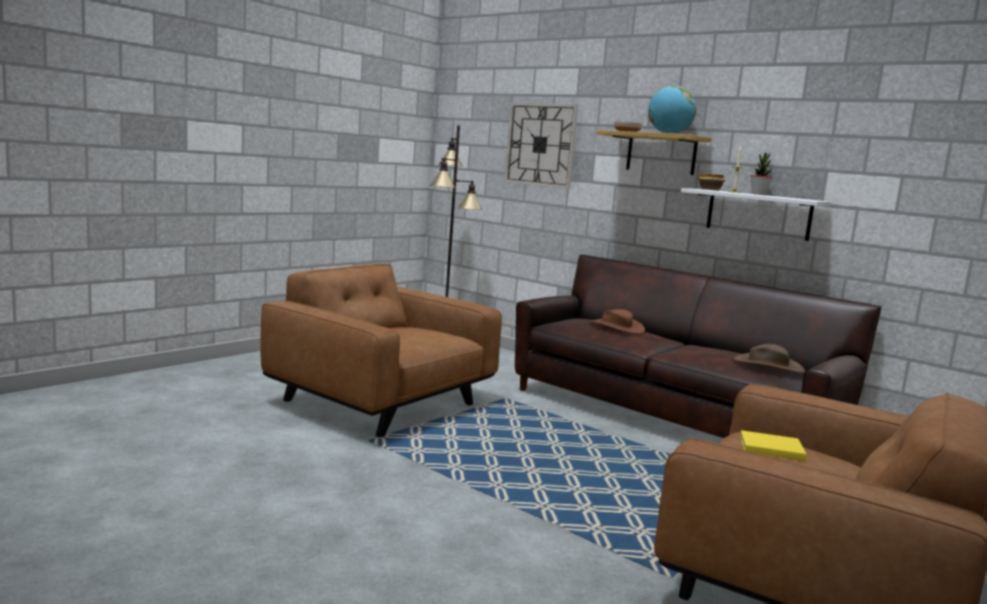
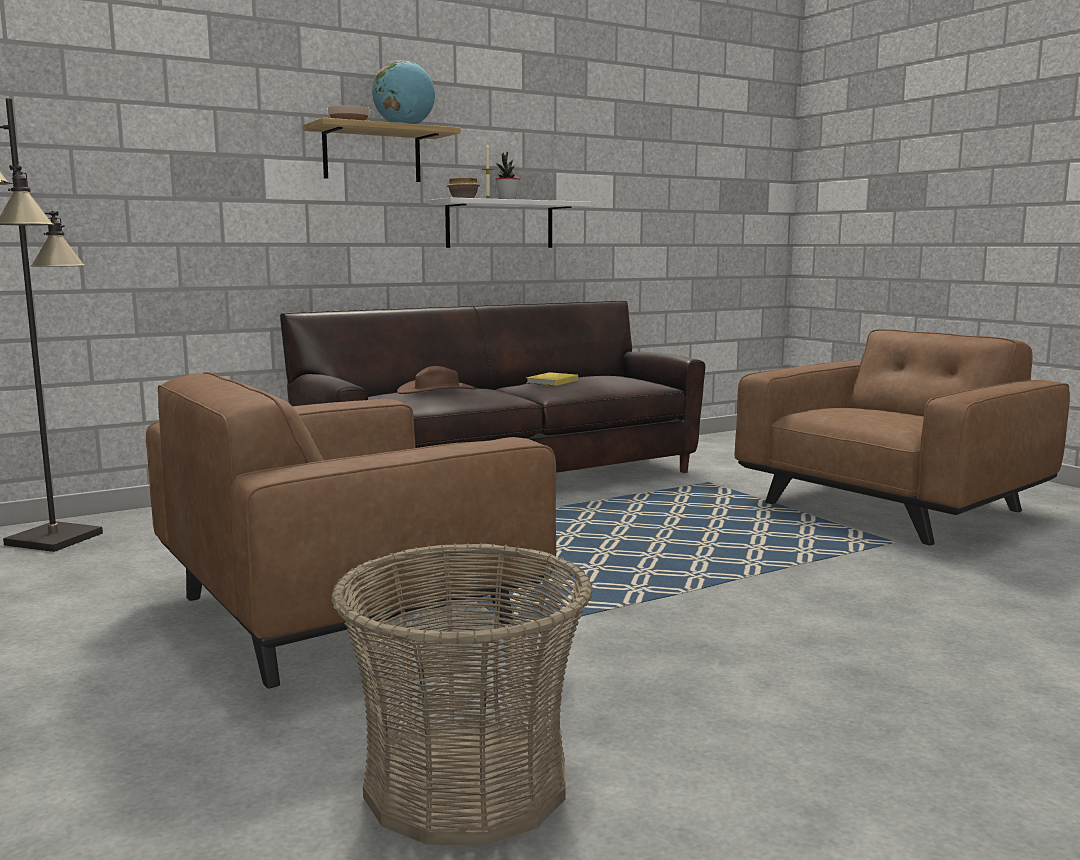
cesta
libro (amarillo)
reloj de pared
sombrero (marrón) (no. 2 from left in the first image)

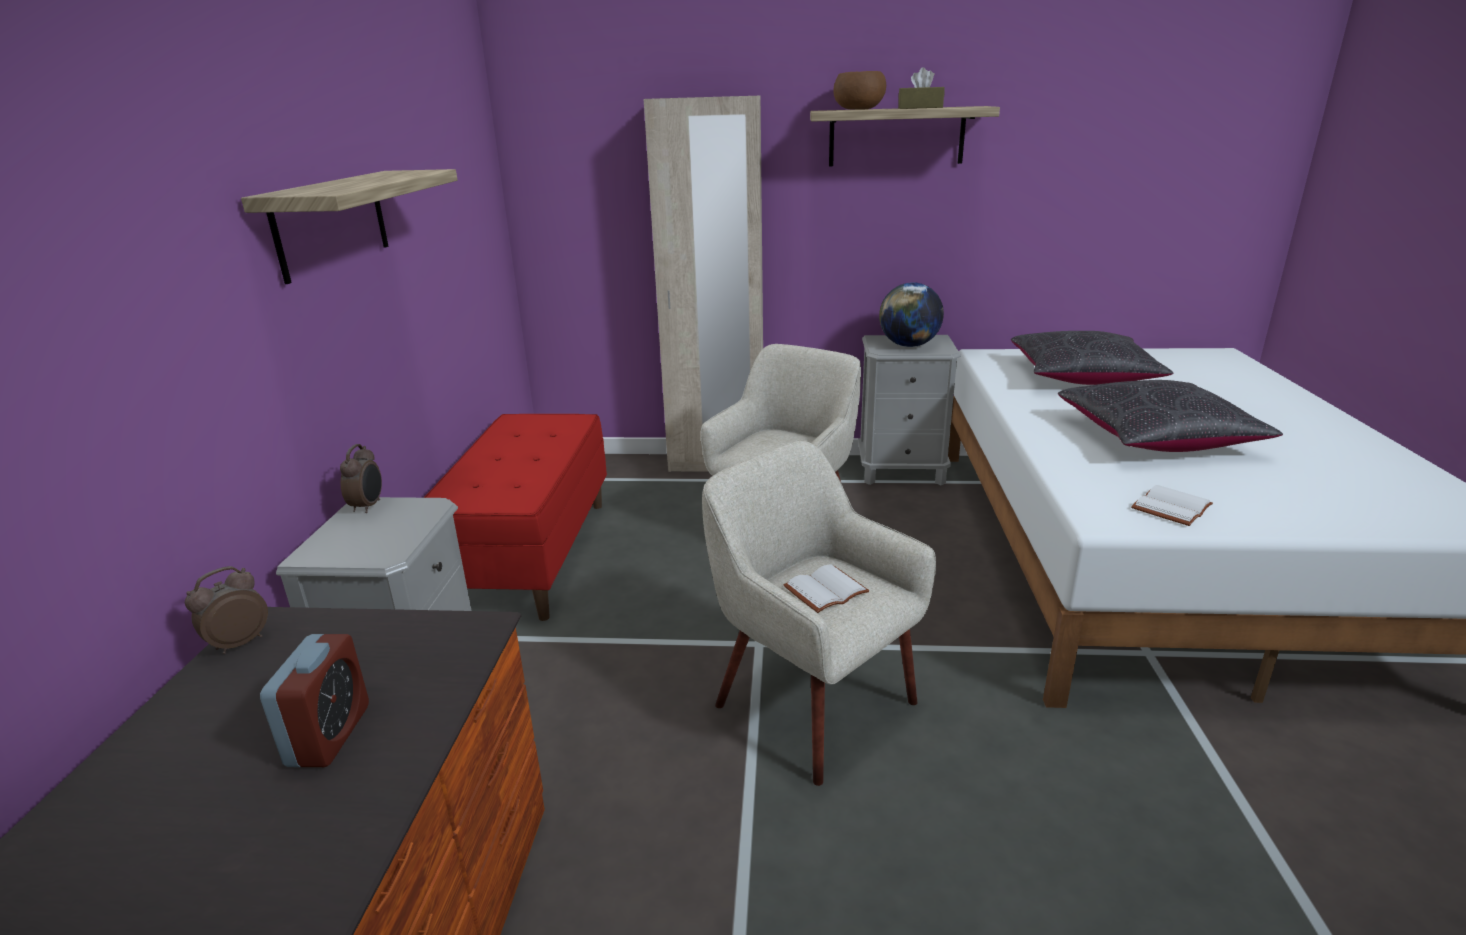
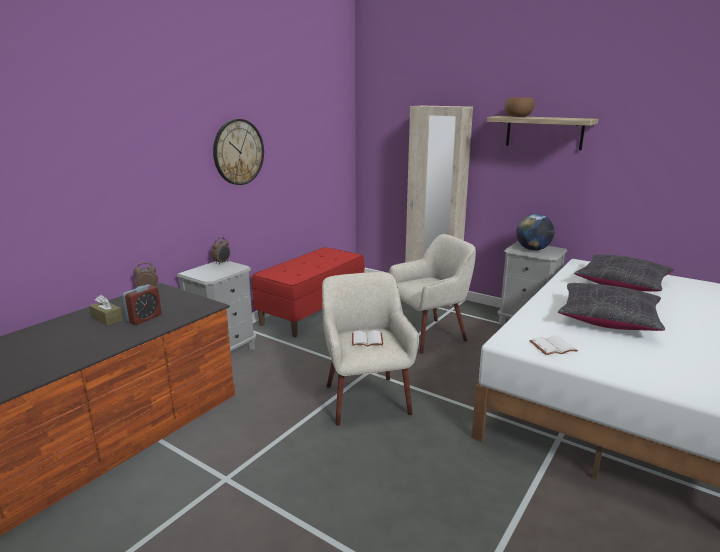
caja de pañuelos (marrón)
reloj de pared

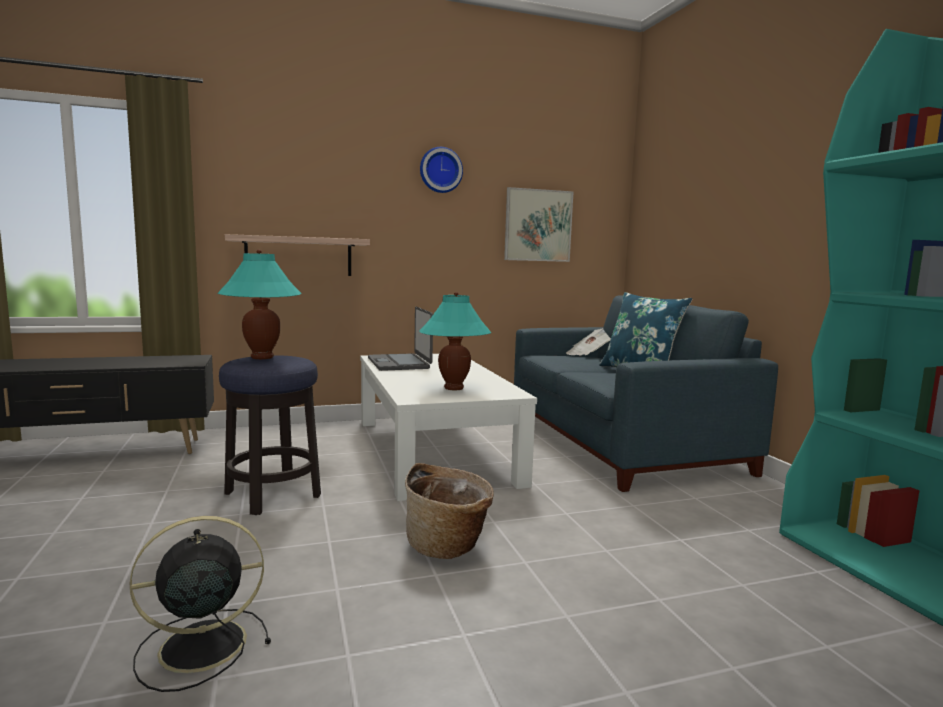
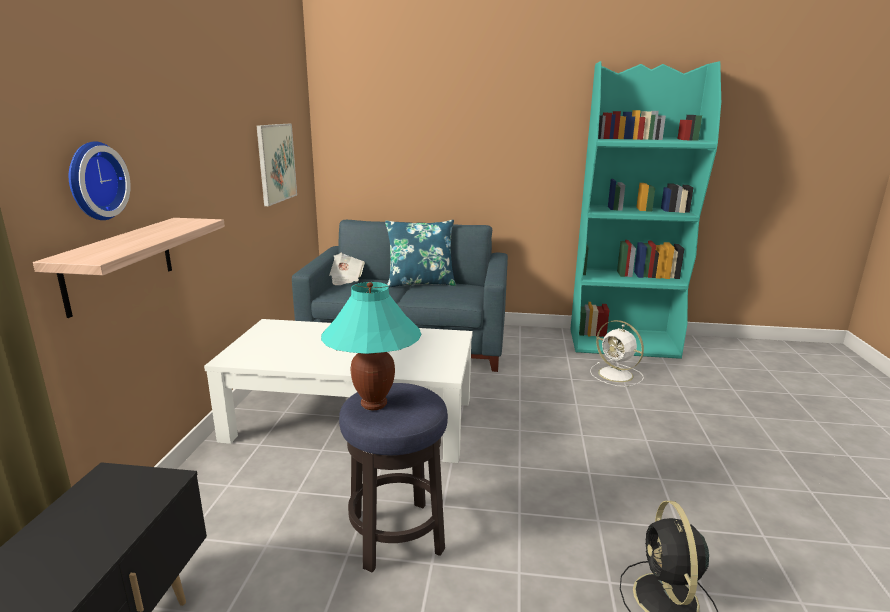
reloj de pared
ventilador (blanco)
portátil
cesta
lámpara de mesa (turquesa) (no. 2 from left in the first image)

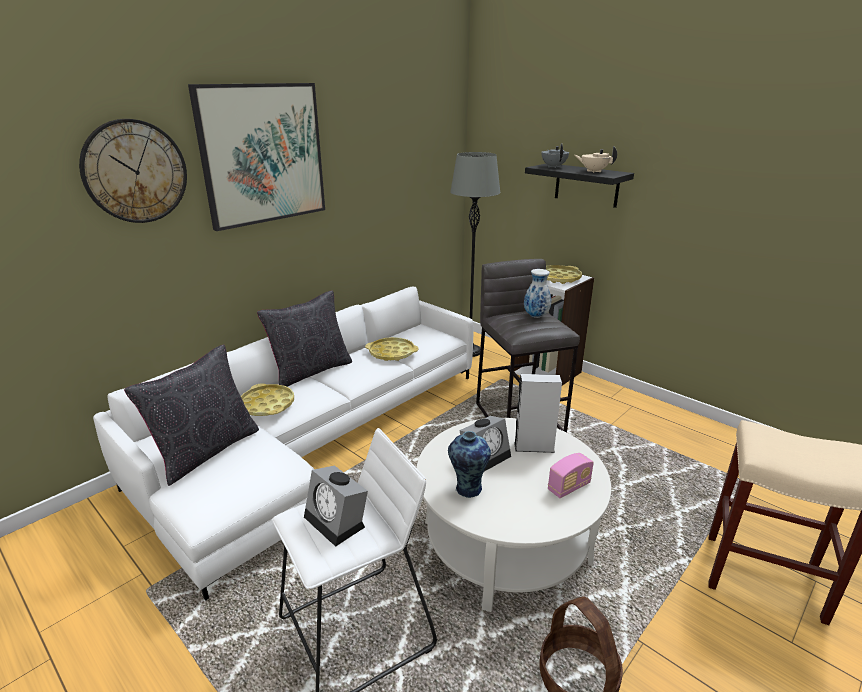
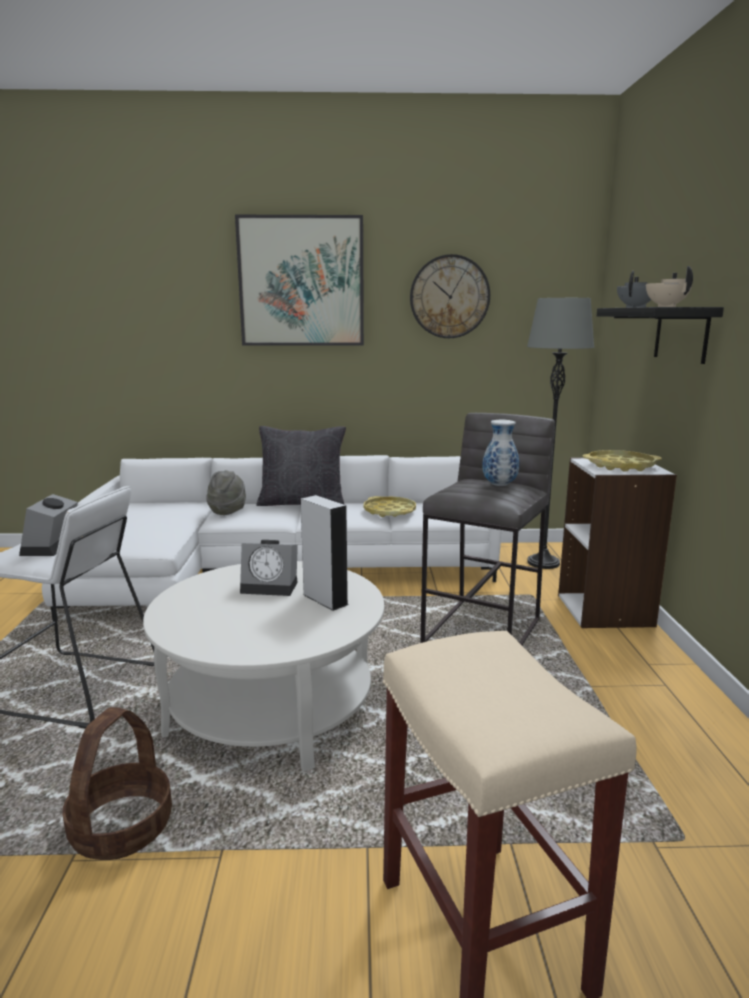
sombrero (gris)
reloj de pared
cojín (negro) (no. 1 from left in the first image)
florero (no. 1 from left in the first image)
radio

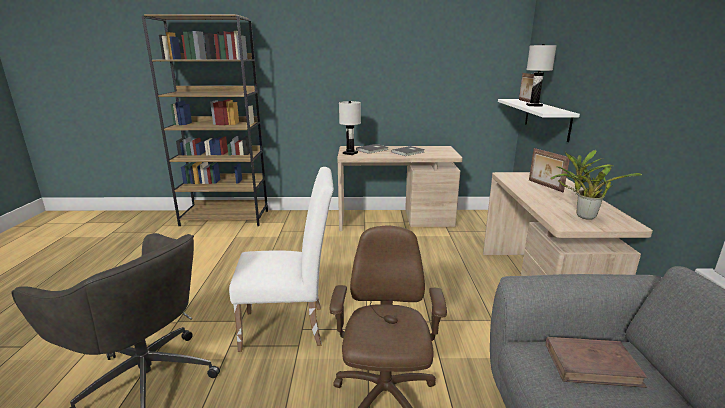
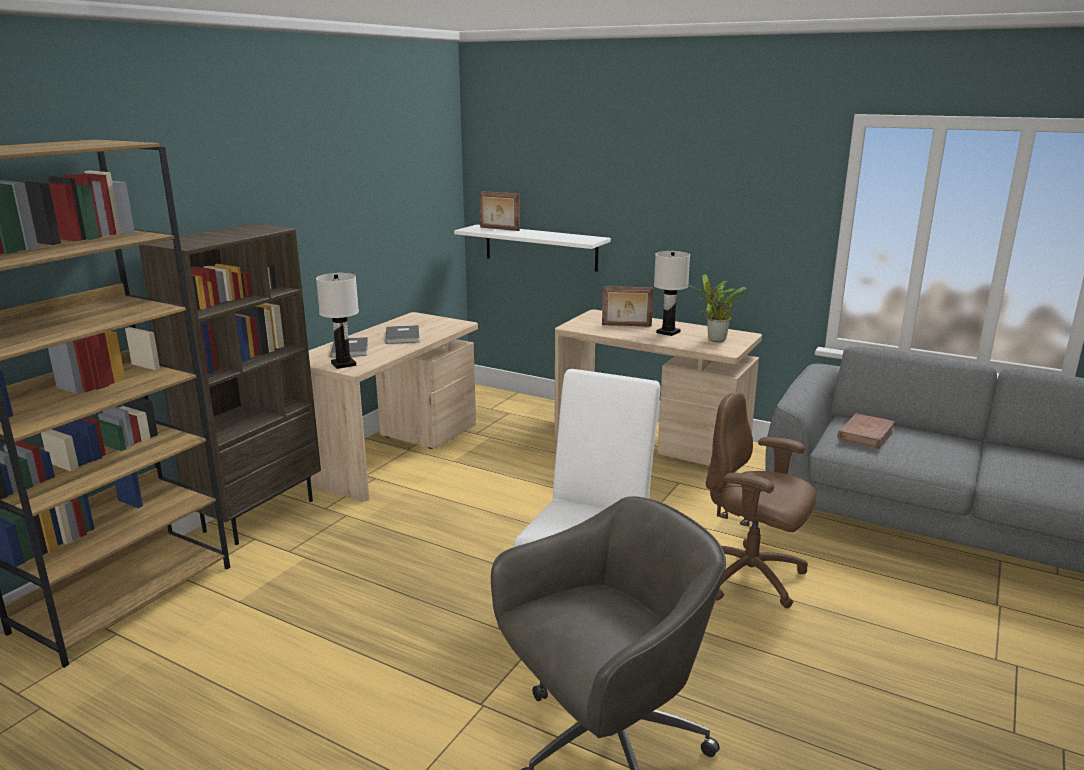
estantería (marrón) (no. 2 from left)
lámpara de mesa (blanco) (no. 2 from left)

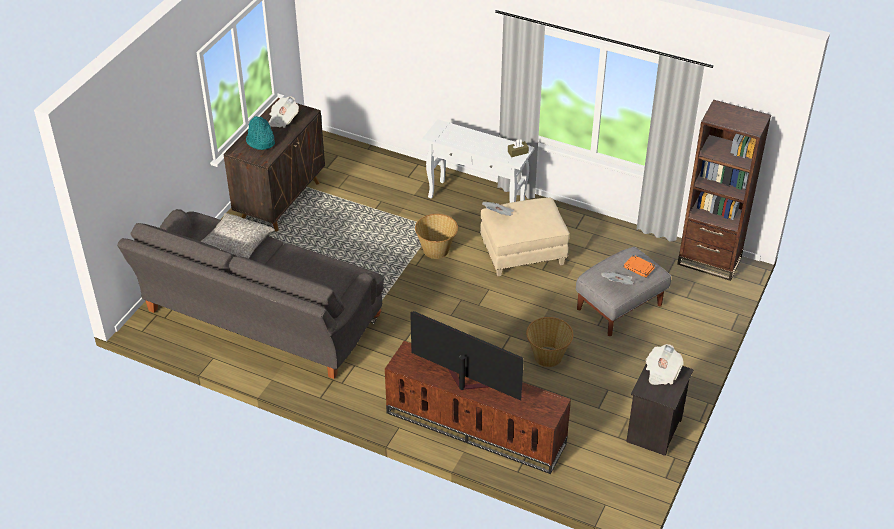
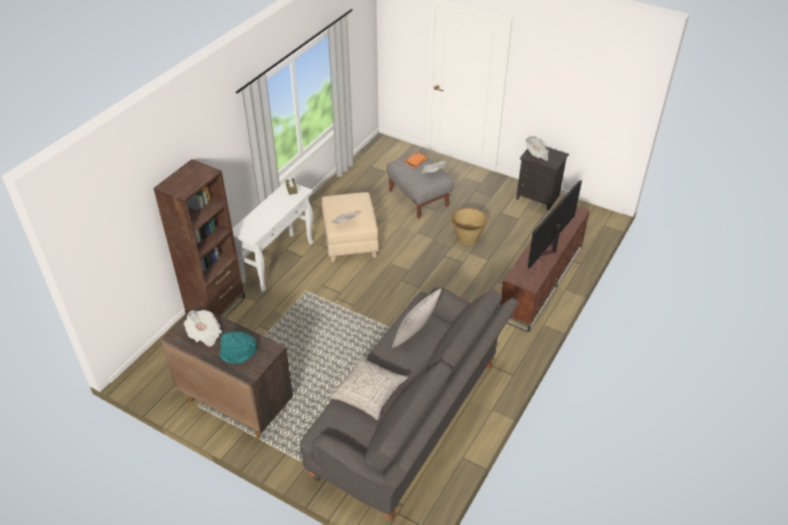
estantería (marrón)
cojín (gris) (no. 2 from left)
cesta (no. 1 from left in the first image)

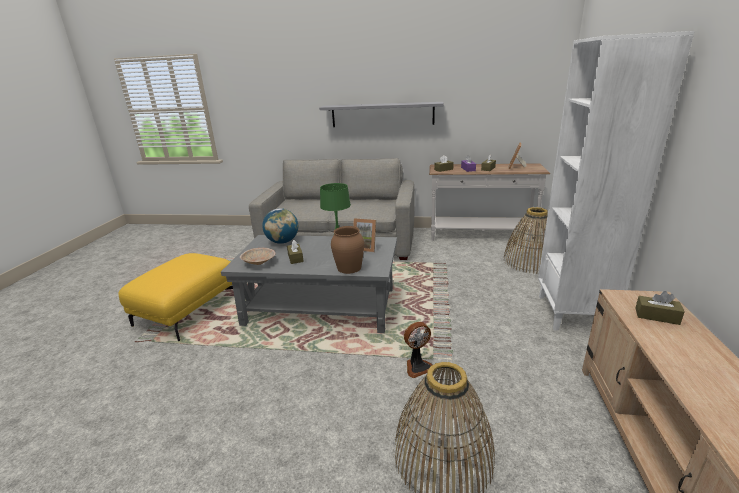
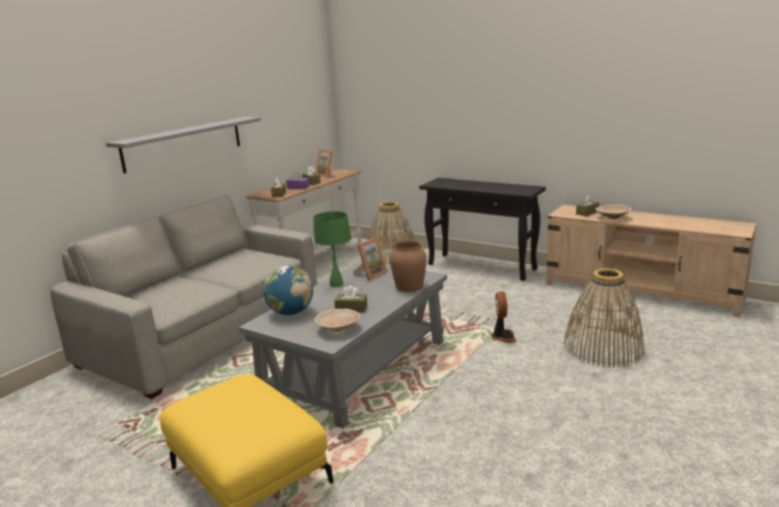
mesa consola (negro)
cuenco (beis) (no. 2 from left)

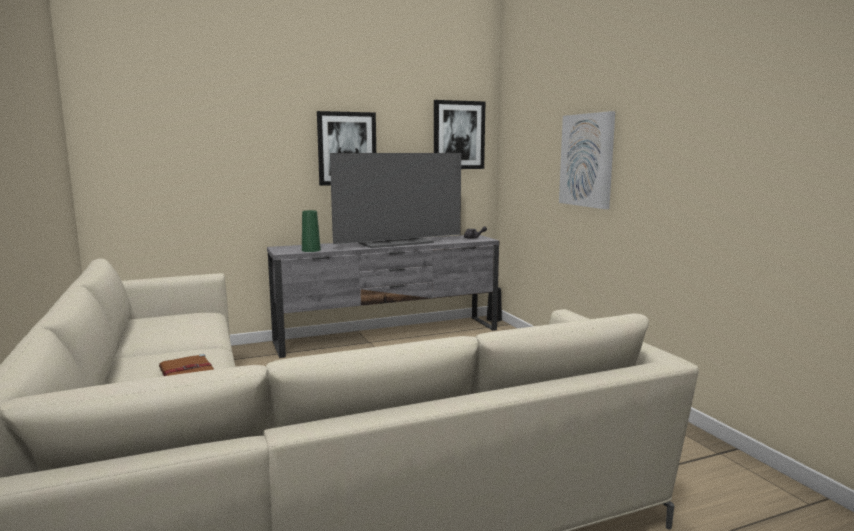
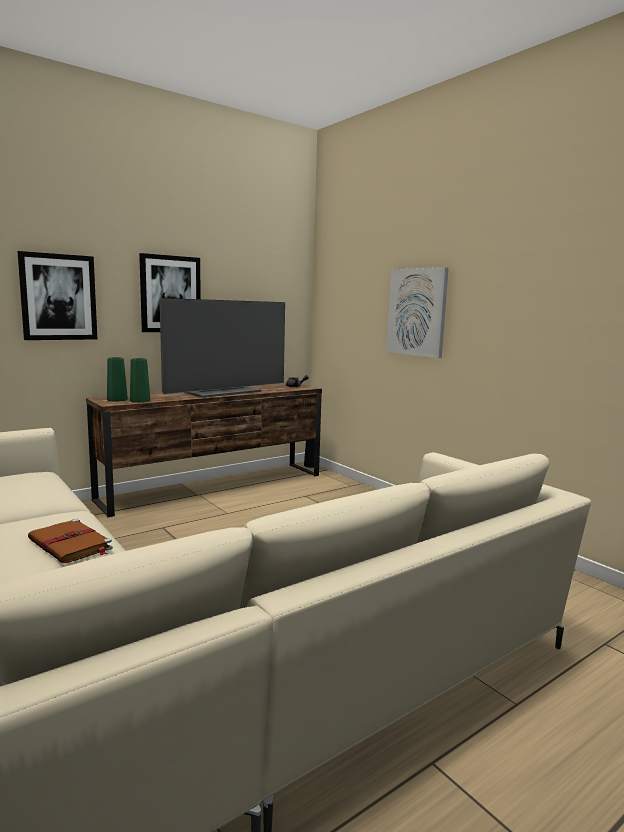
cuadro (no. 1 from left)
mueble de televisión (marrón)
florero (verde) (no. 1 from left)

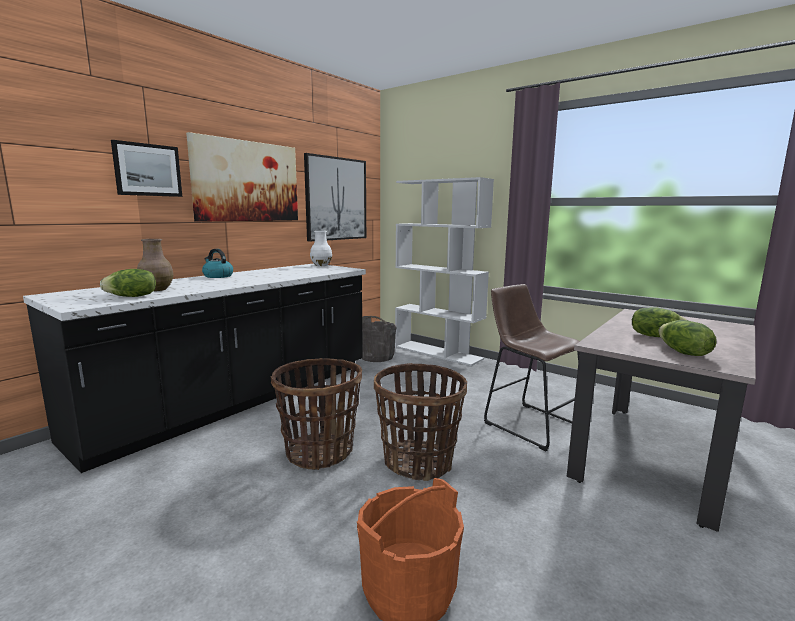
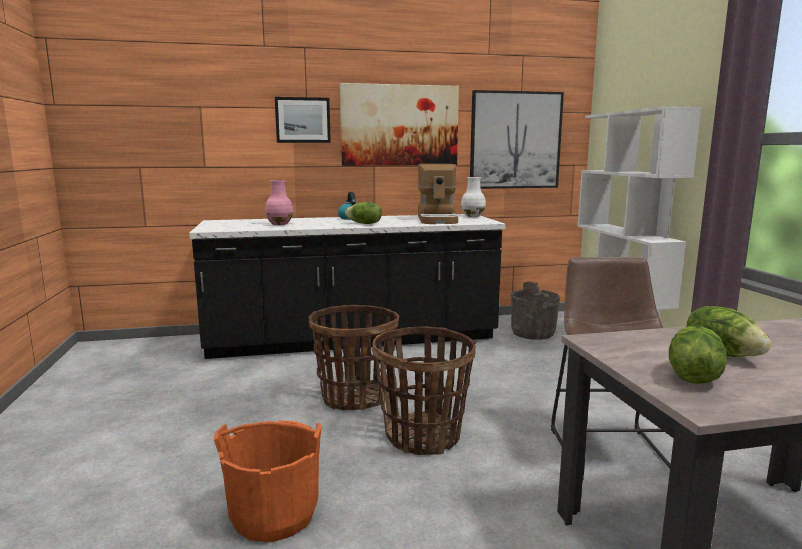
florero (rosa)
lechuga (no. 1 from left)
cafetera

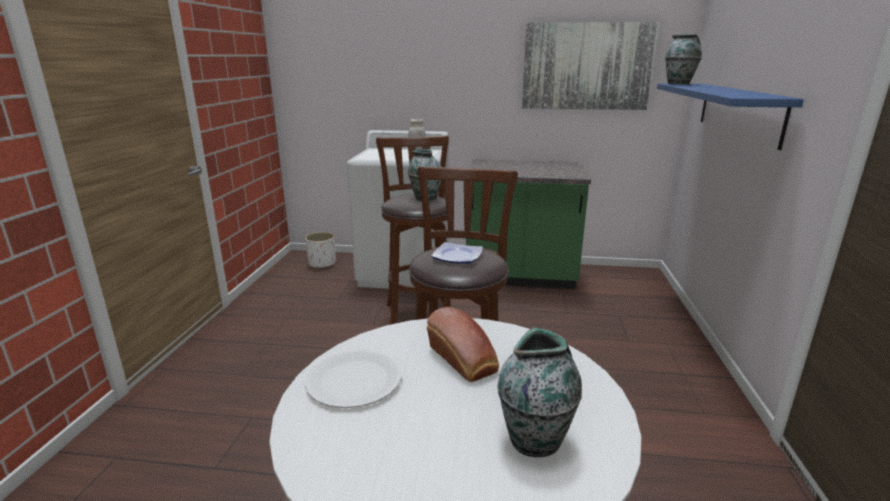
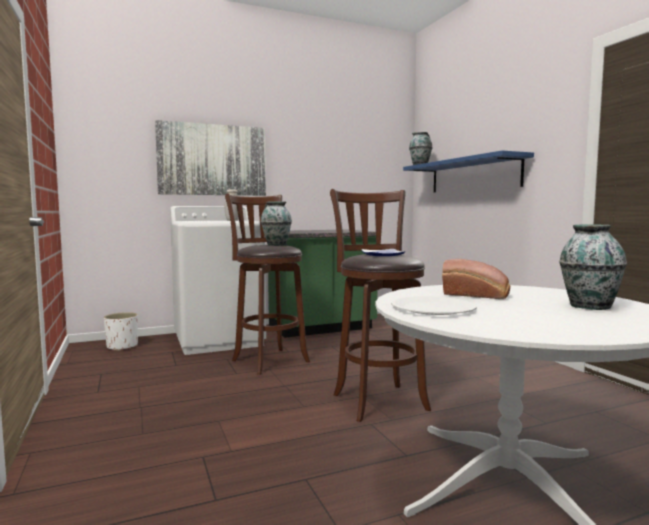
cuadro

